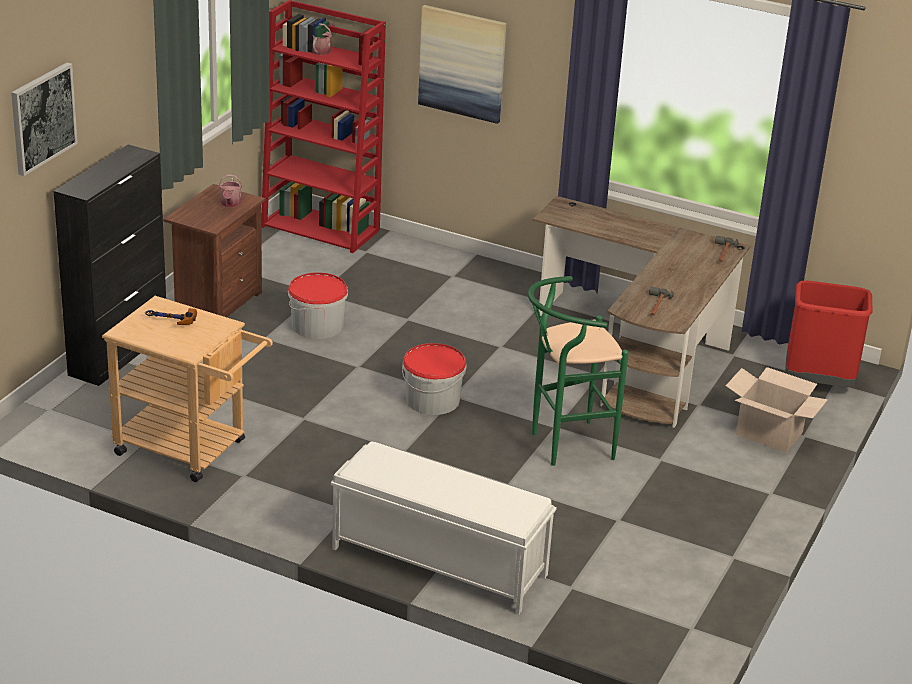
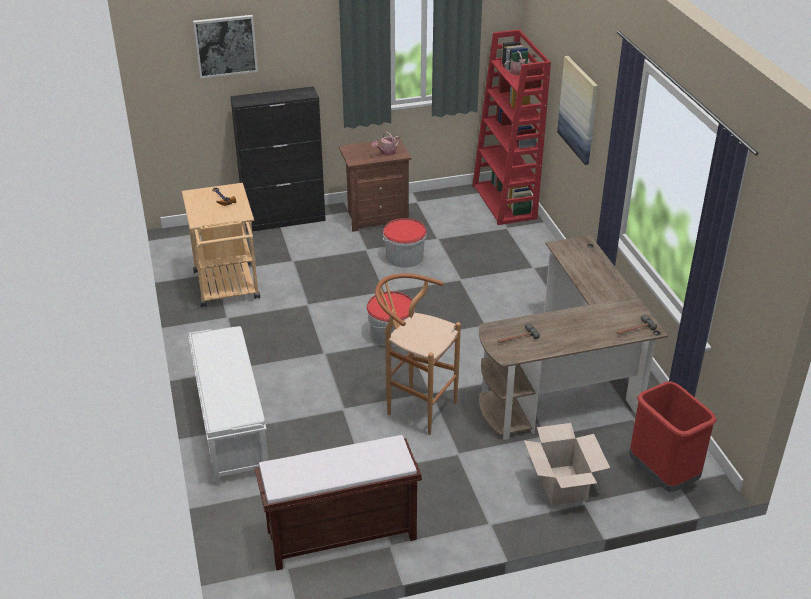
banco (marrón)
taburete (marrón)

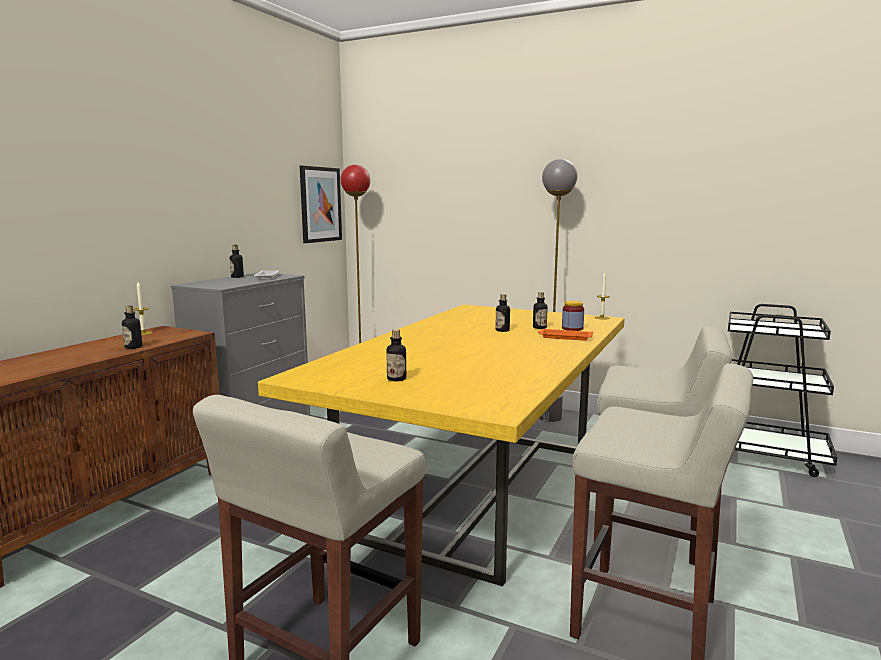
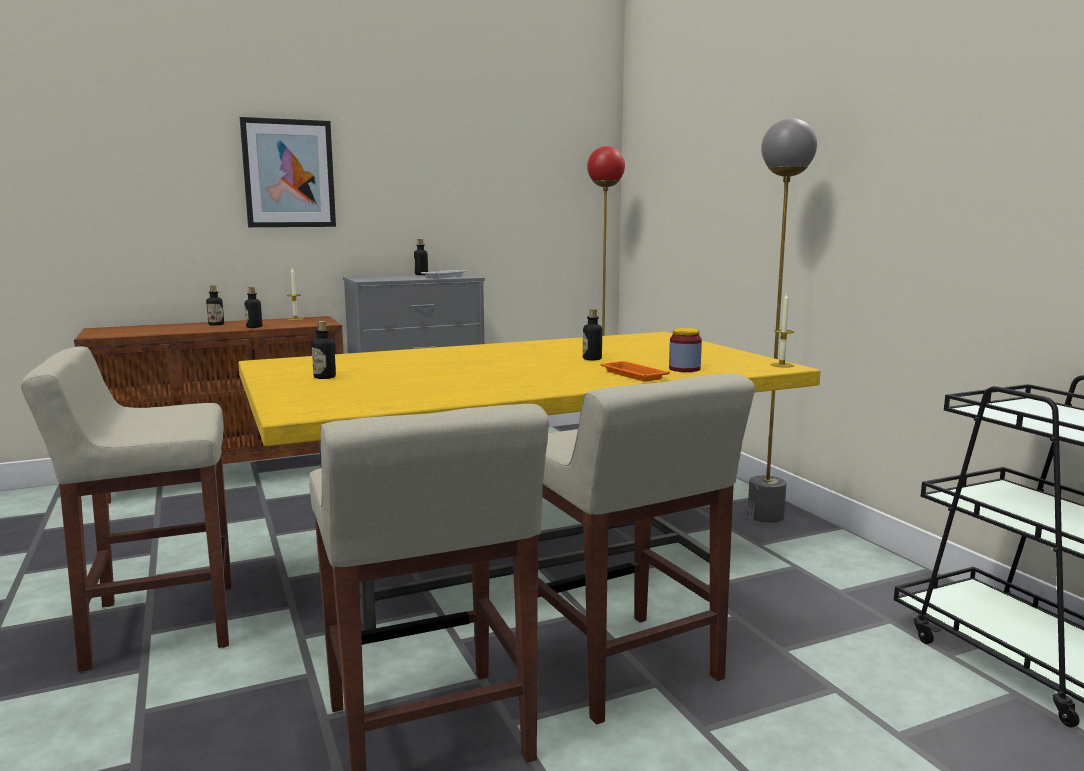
botella (no. 1 from left)
cuadro

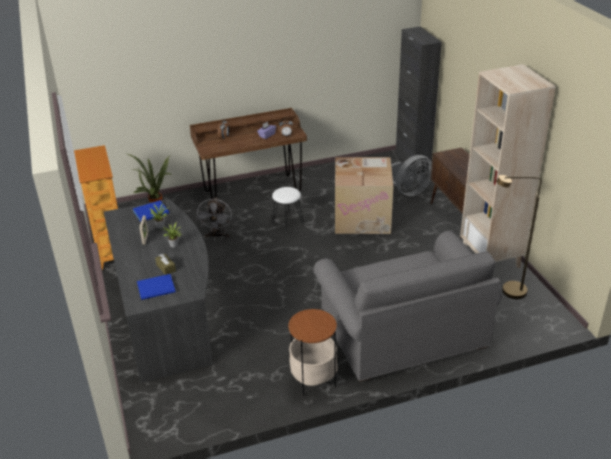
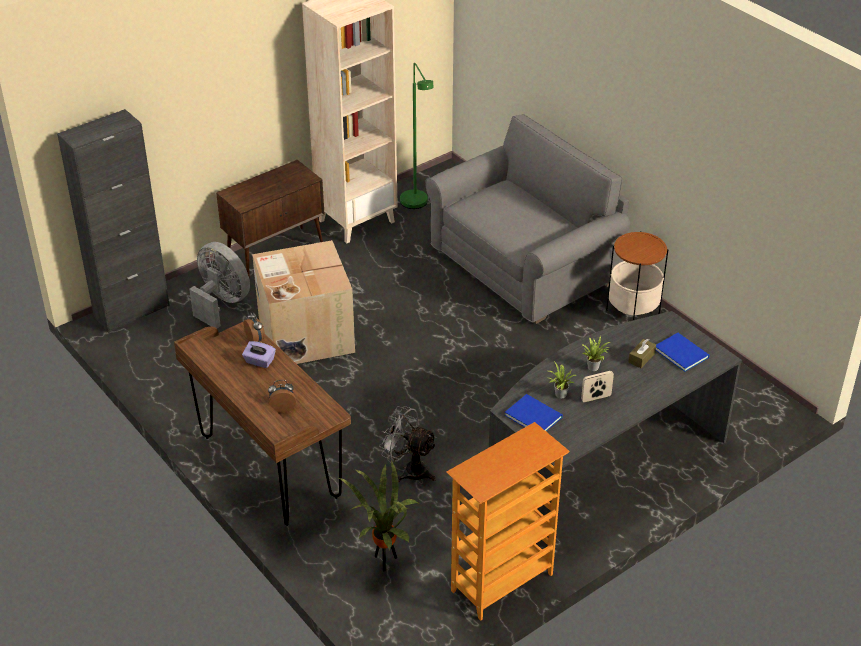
ventilador (gris) (no. 2 from left)
lámpara de pie (verde)
taburete (blanco)

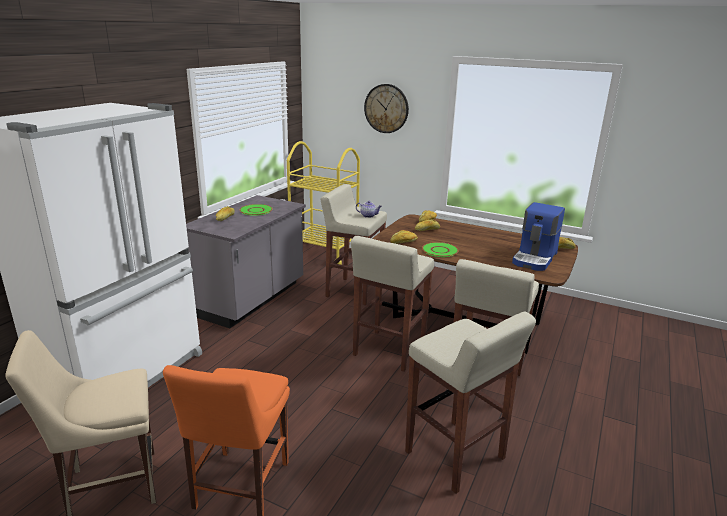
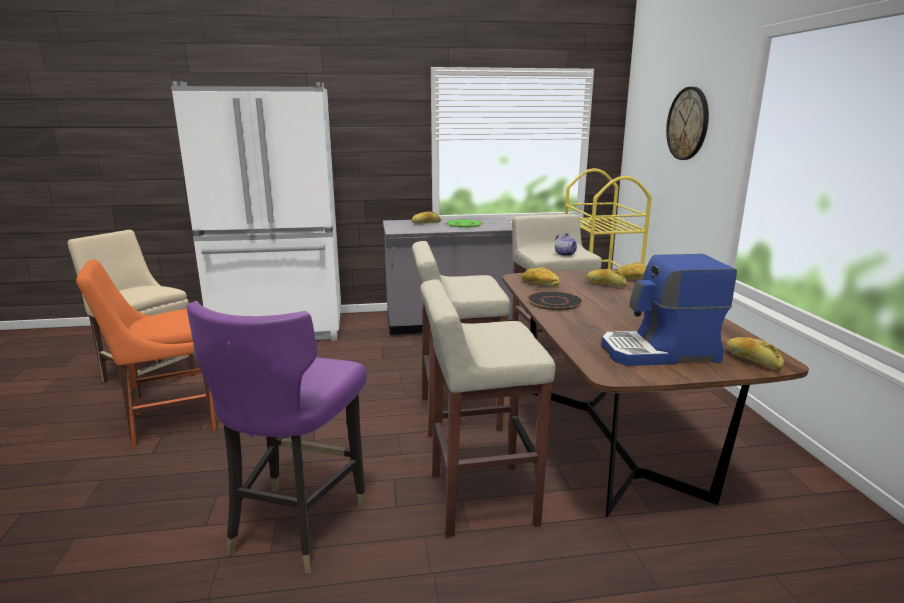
silla (morado)
plato (negro)

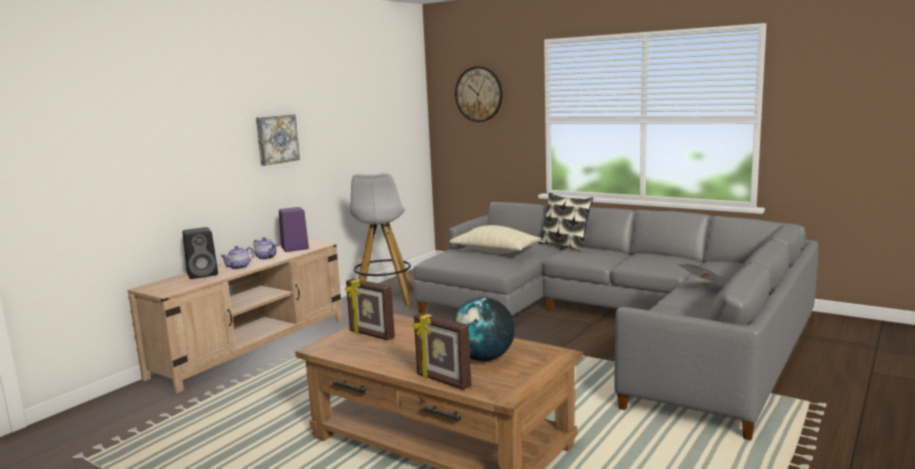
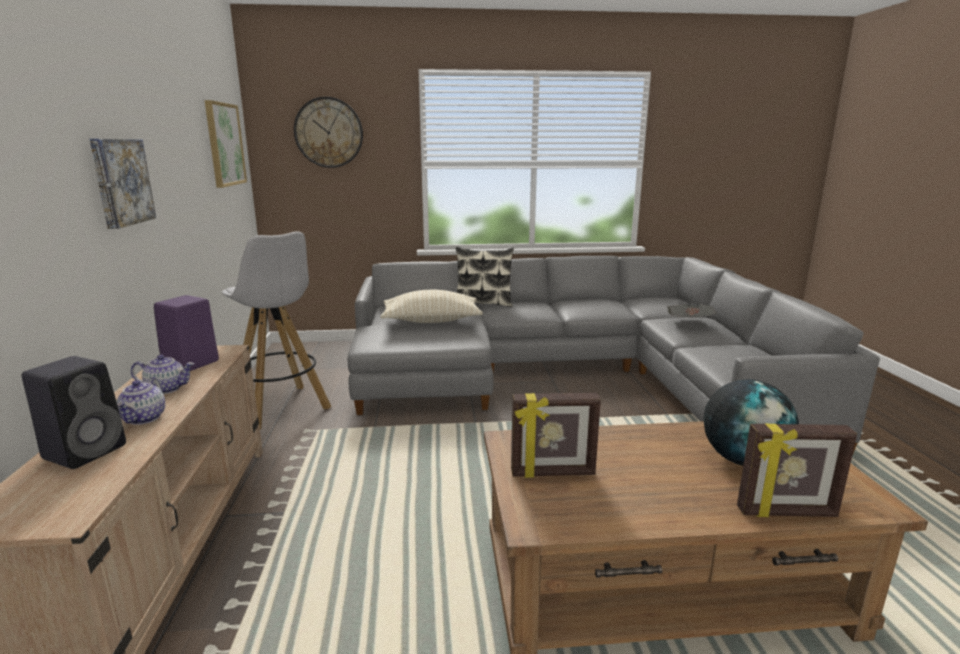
cuadro (no. 2 from left)

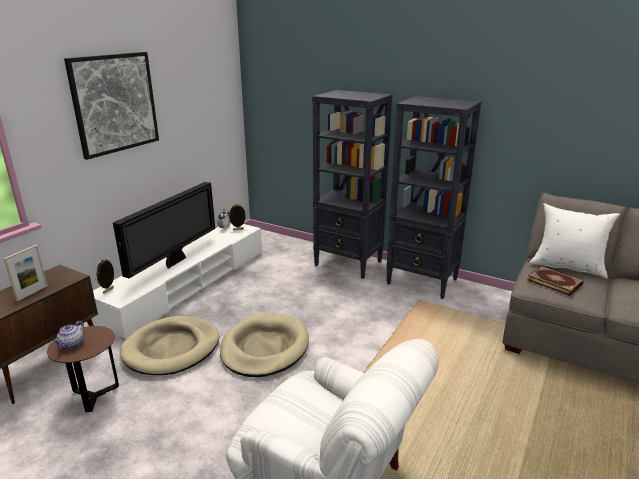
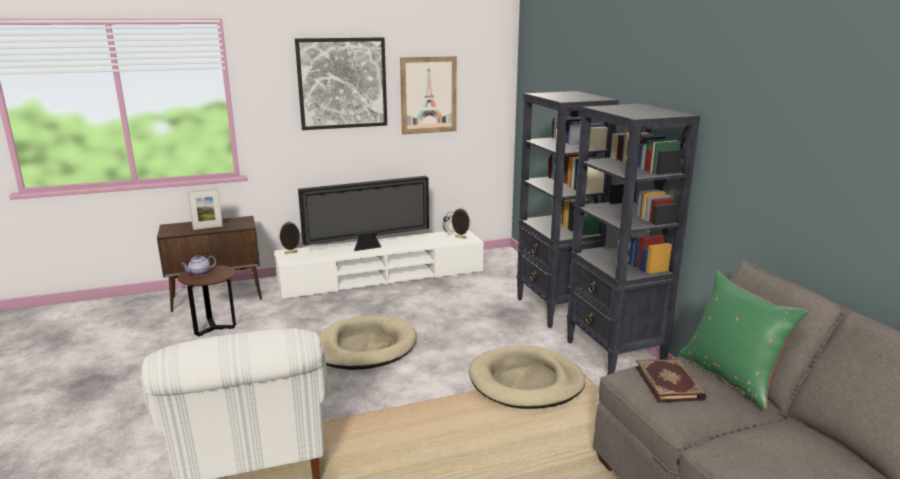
cuadro (no. 2 from left)
cama para perro (beis) (no. 2 from left)
cojín (verde)

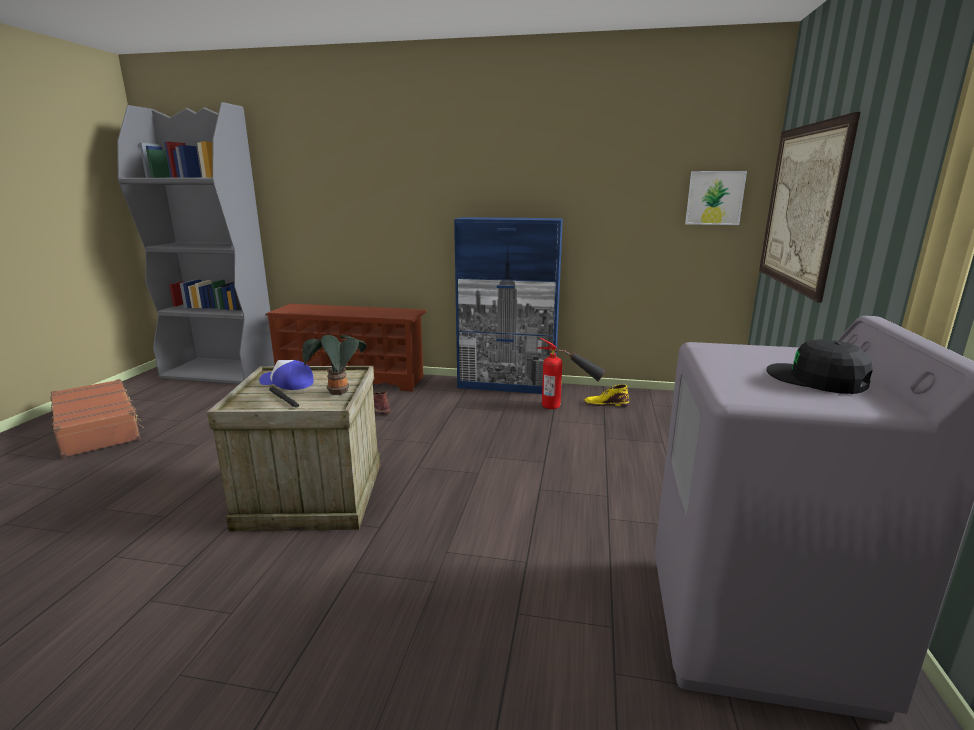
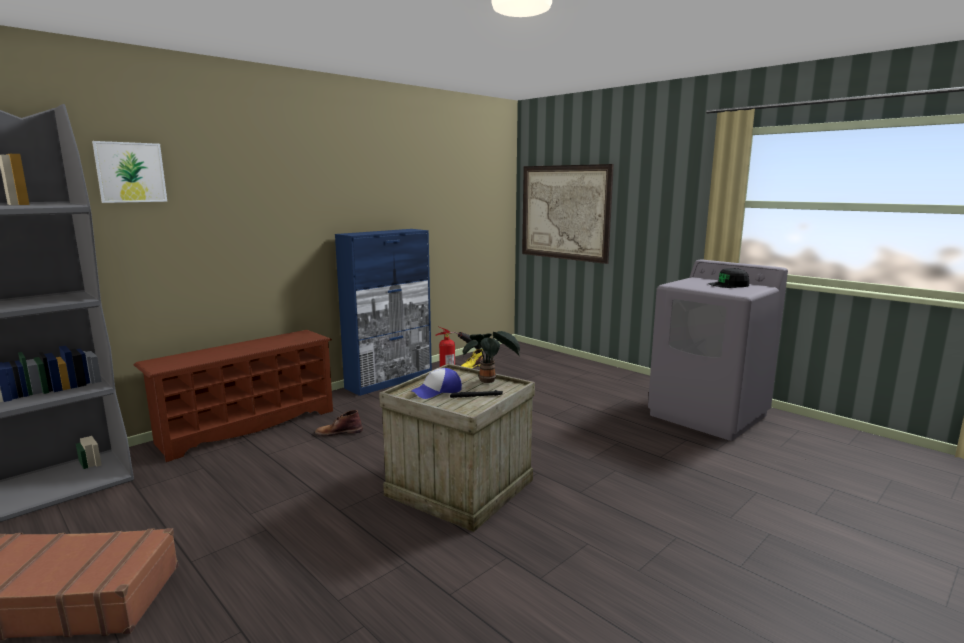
cuadro (no. 1 from left)

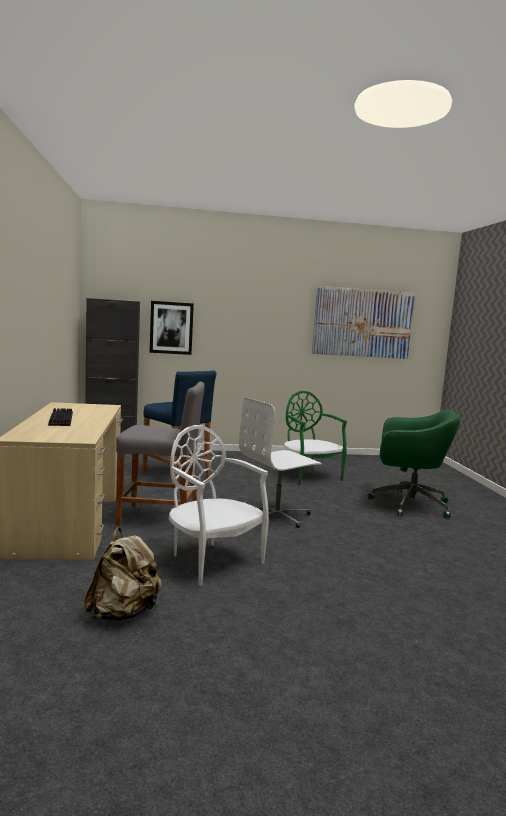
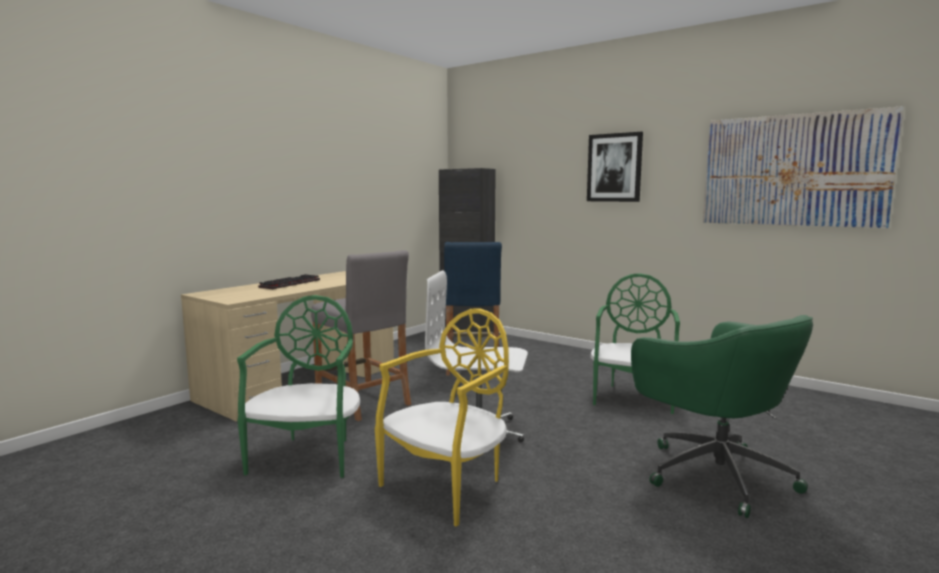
silla (verde) (no. 1 from left)
silla (amarillo)
cuadro (no. 1 from left)
mochila (beis)

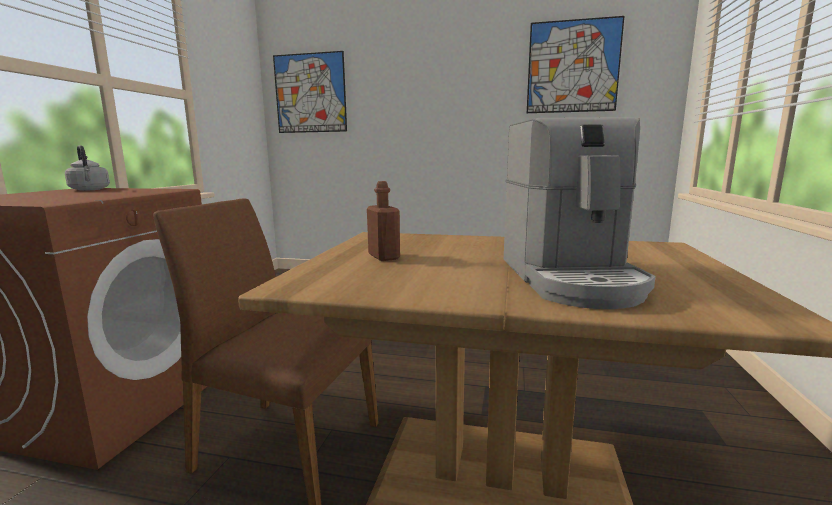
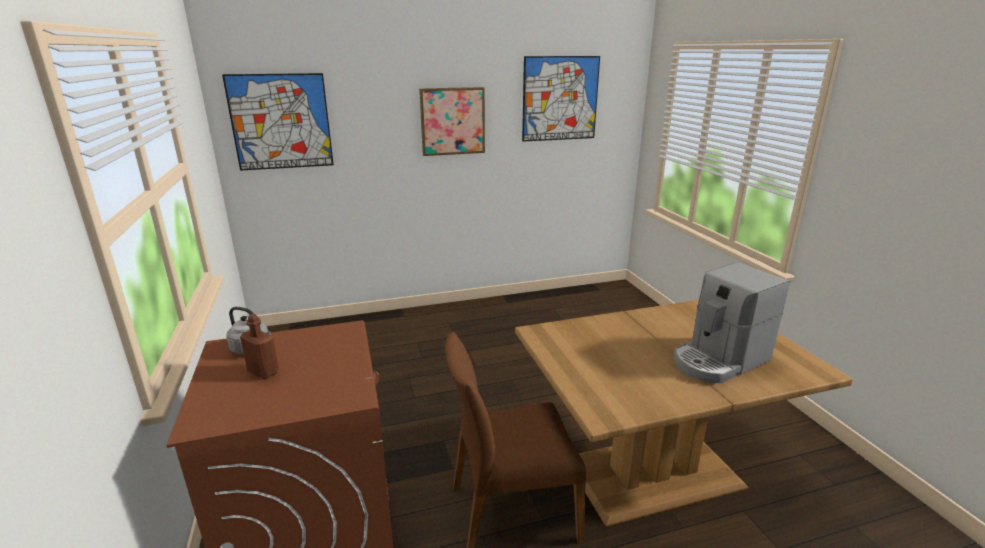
botella (marrón)
cuadro (no. 2 from left)
cafetera

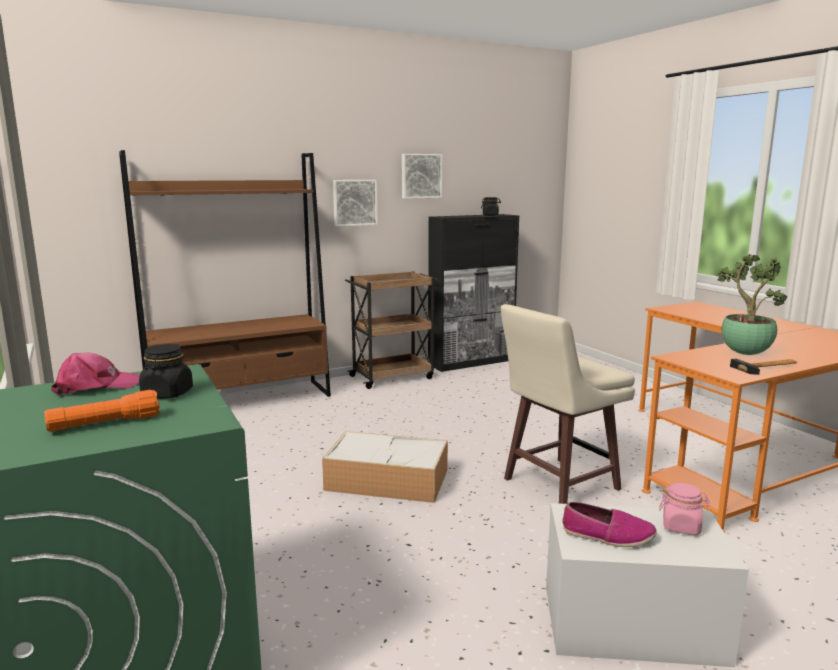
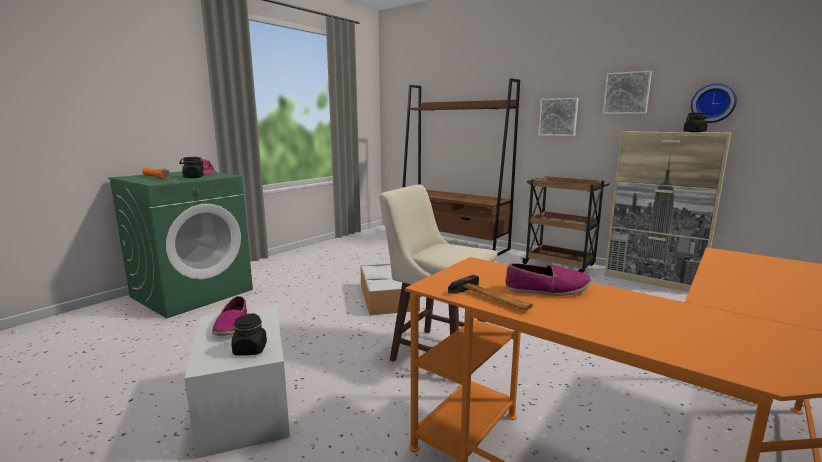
tarro (negro) (no. 2 from left)
zapato (no. 2 from left)
armario (beis)
reloj de pared

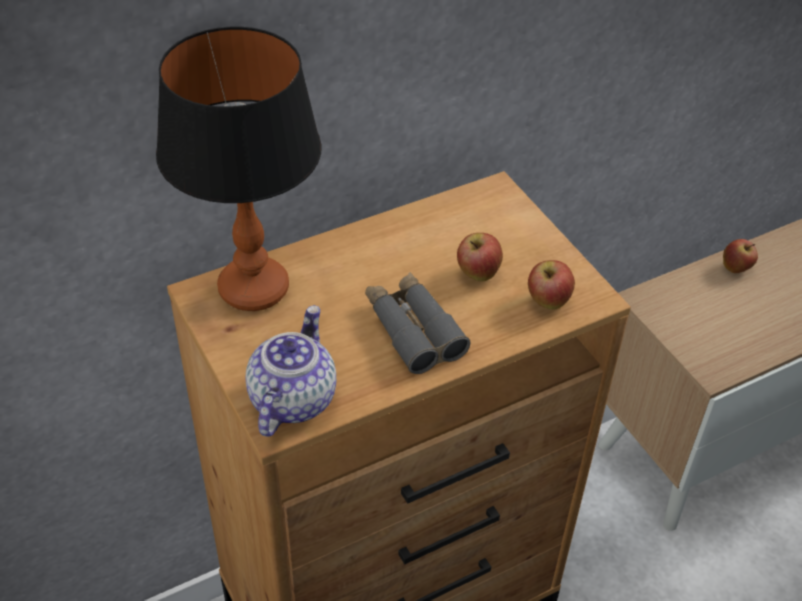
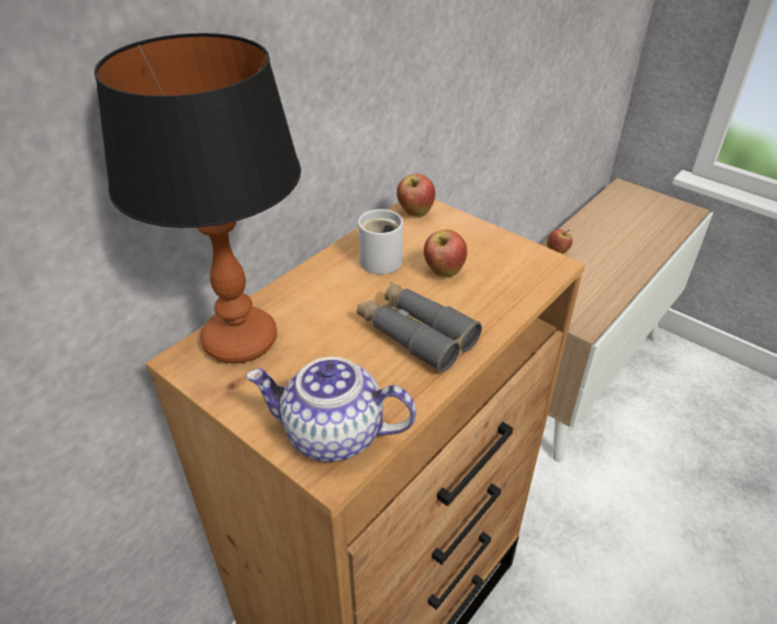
tetera
taza grande (blanco)
manzana (no. 1 from left)

